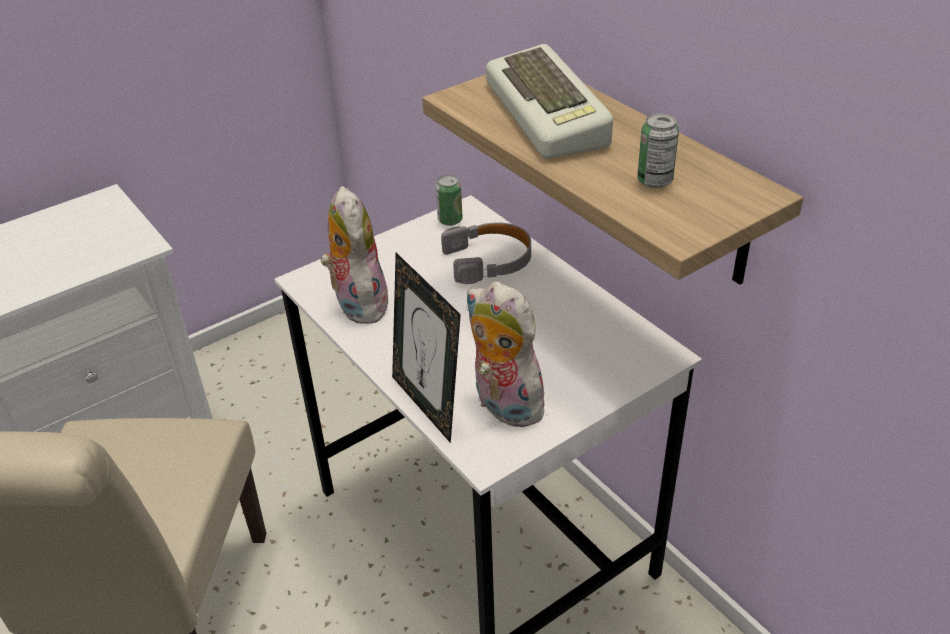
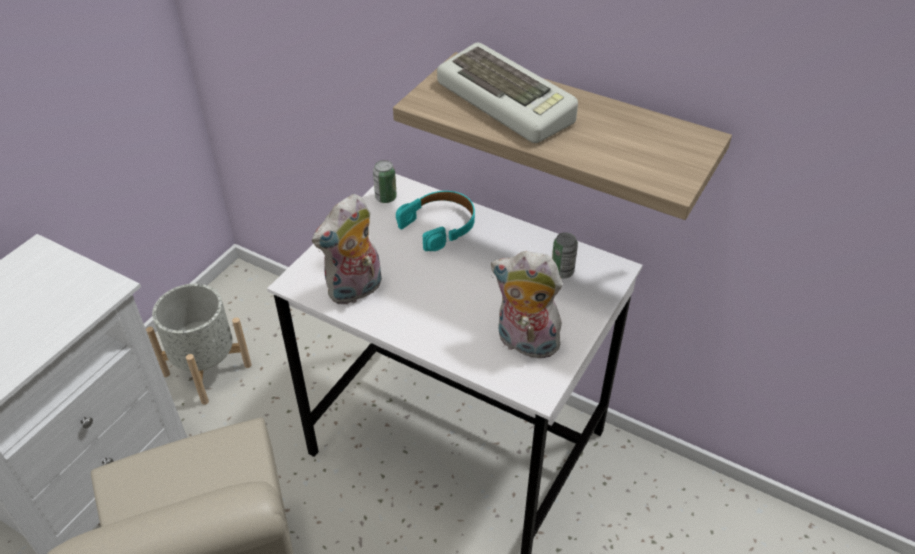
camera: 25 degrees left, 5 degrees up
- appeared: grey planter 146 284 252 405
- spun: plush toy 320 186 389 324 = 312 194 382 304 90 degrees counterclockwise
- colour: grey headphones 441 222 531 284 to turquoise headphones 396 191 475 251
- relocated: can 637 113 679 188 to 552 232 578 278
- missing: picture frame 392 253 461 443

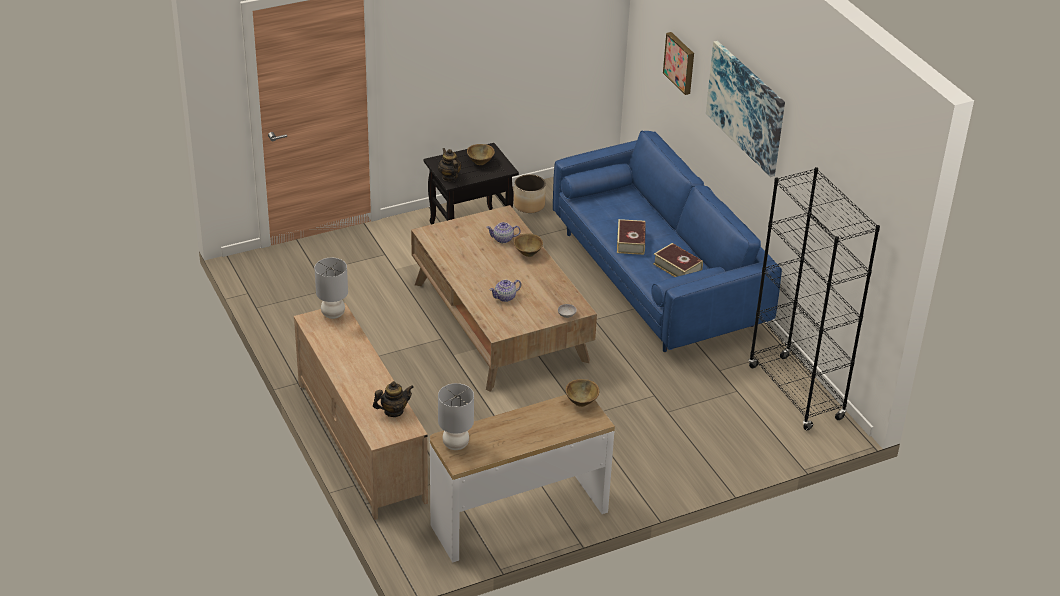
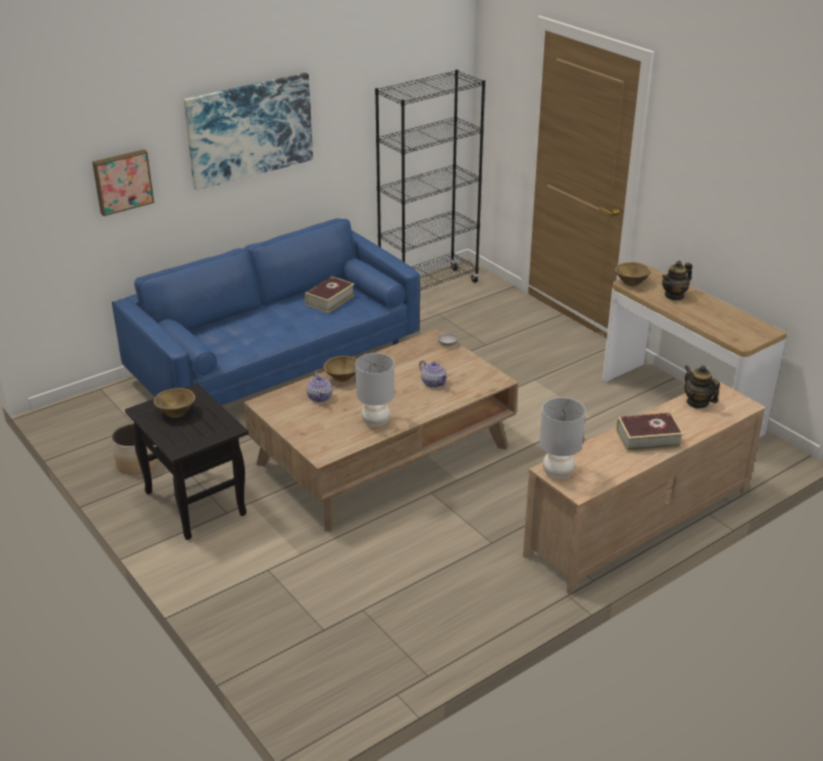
camera: 100 degrees left, 5 degrees down
- relocated: grey table lamp 438 383 474 450 to 355 353 395 427
- relocated: book 617 219 646 255 to 616 413 683 452
- relocated: teapot 438 148 461 181 to 662 261 692 301

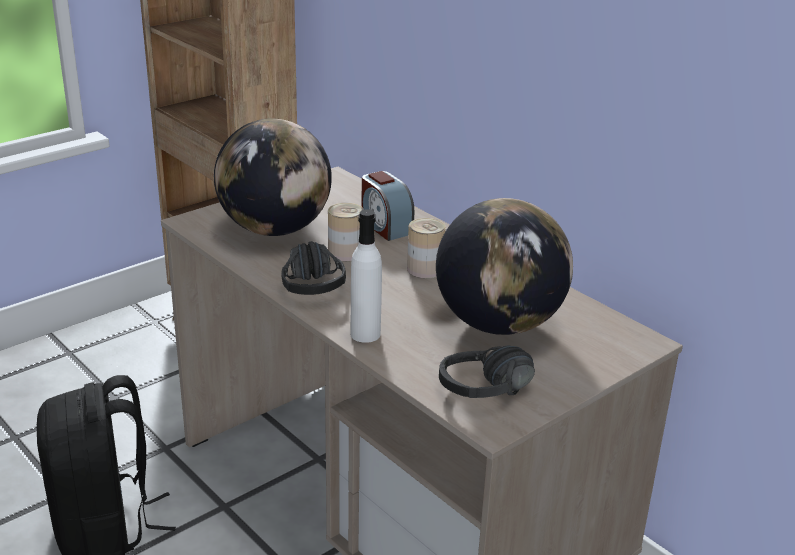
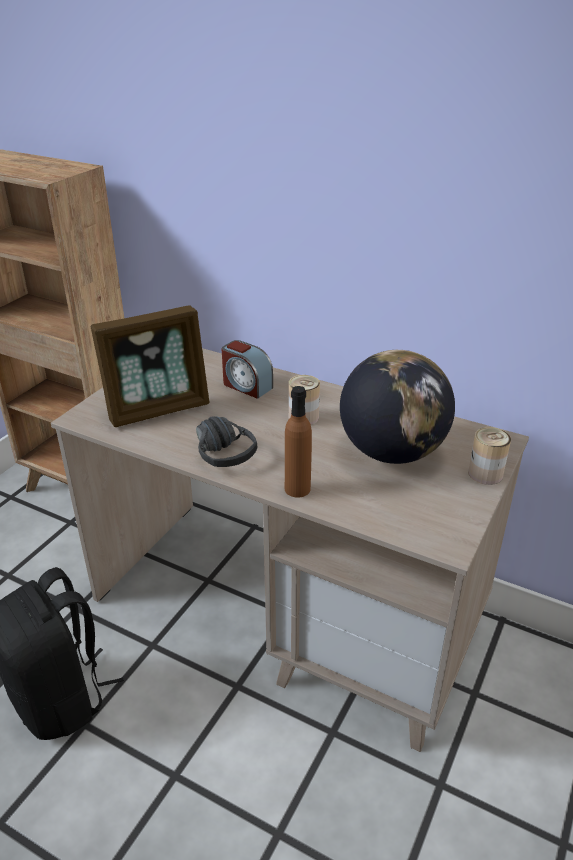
camera: 20 degrees left, 5 degrees up
- exchanged: globe 214 119 332 236 to picture frame 91 305 210 427
- colour: white bottle 350 209 382 343 to brown bottle 285 386 312 498
- relocated: can 328 203 364 261 to 468 427 511 485
- missing: black headphones 439 346 535 398

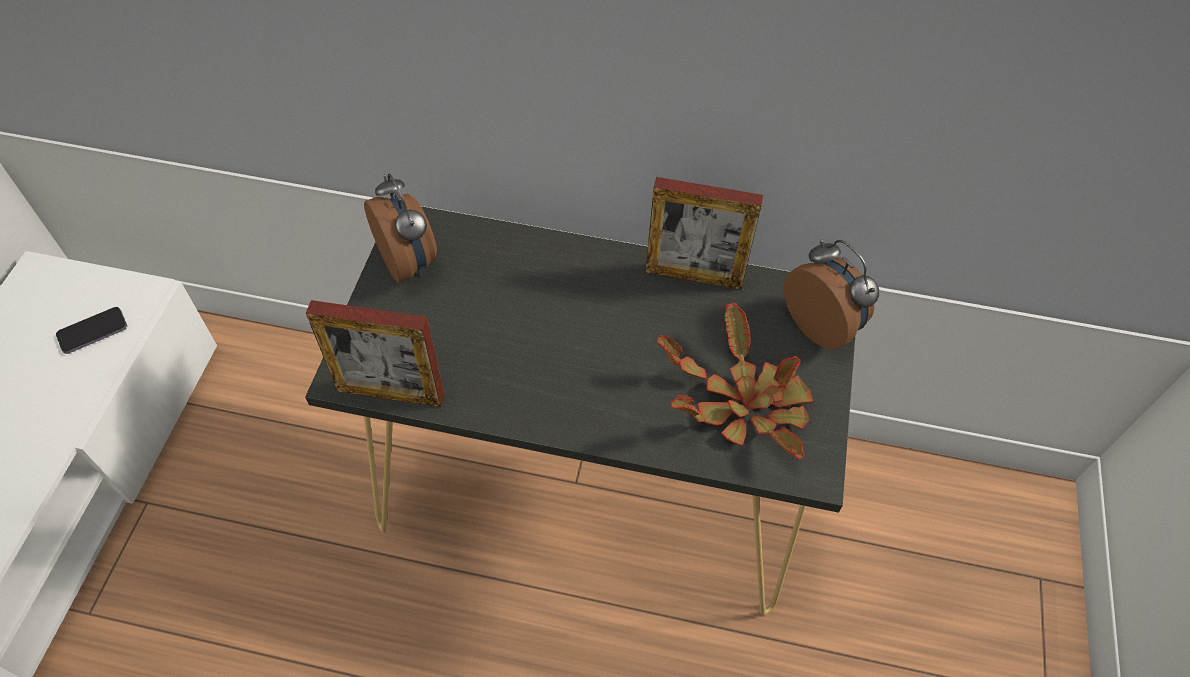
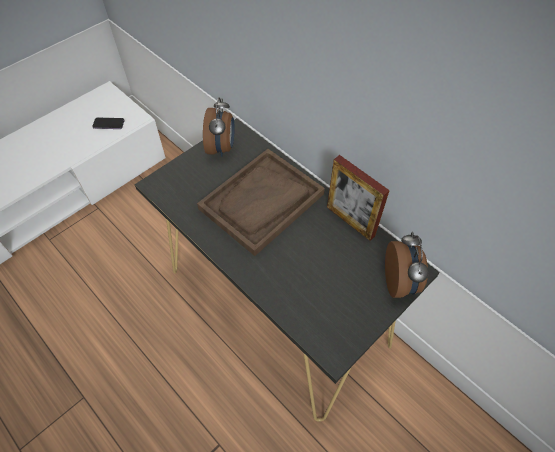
camera: 35 degrees right, 0 degrees up
- appeared: brown tray 197 149 325 256
- missing: picture frame 306 300 444 407
- missing: potted plant 657 302 813 459

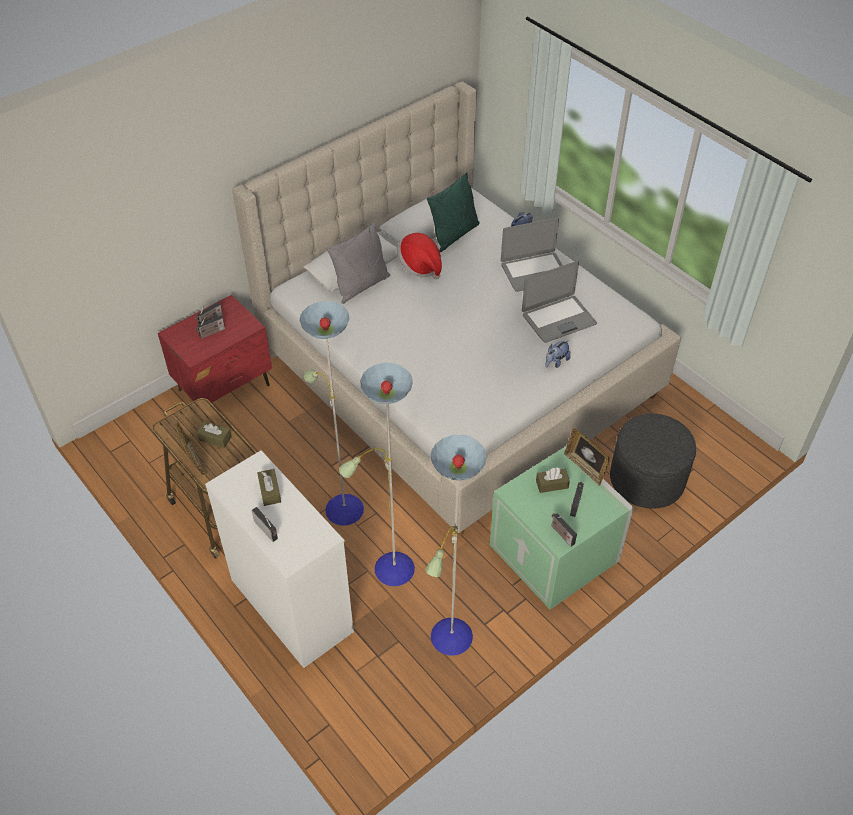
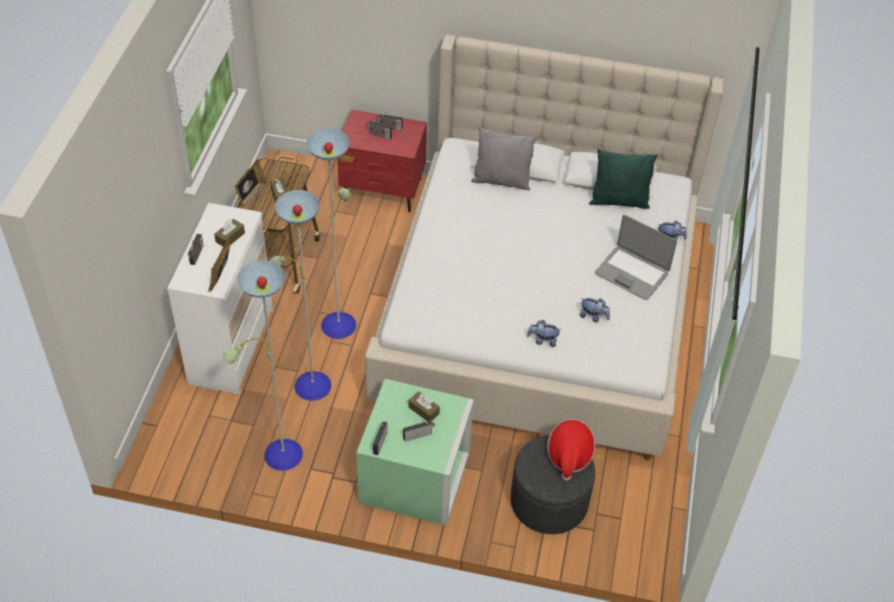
camera: 50 degrees right, 0 degrees up
- relocated: picture frame 564 428 610 486 to 208 235 230 292
- relocated: hat 397 233 442 279 to 547 419 595 481
- exchanged: laptop 522 261 597 343 to plush toy 580 298 610 322

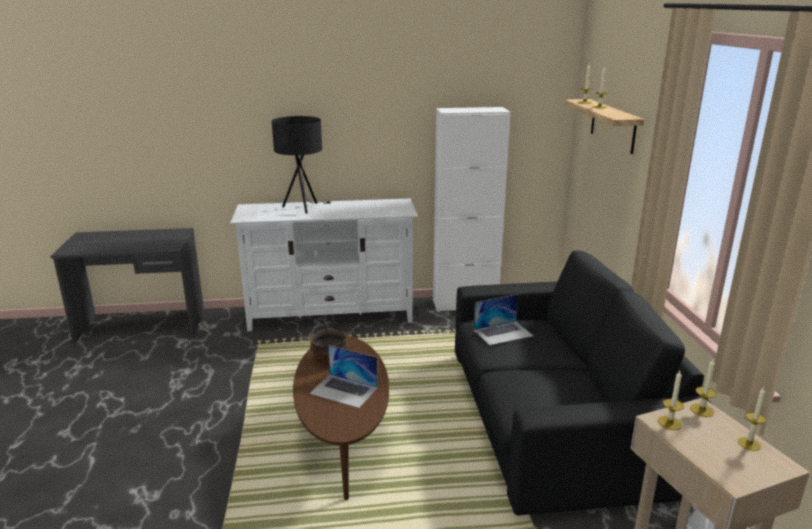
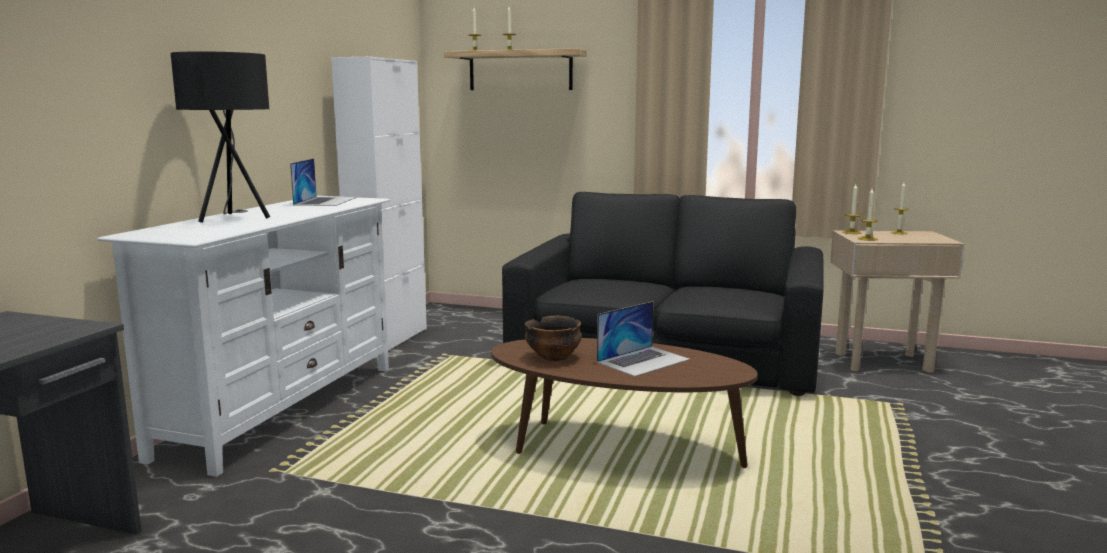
camera: 65 degrees left, 10 degrees down
- relocated: laptop 474 294 533 346 to 290 158 356 206

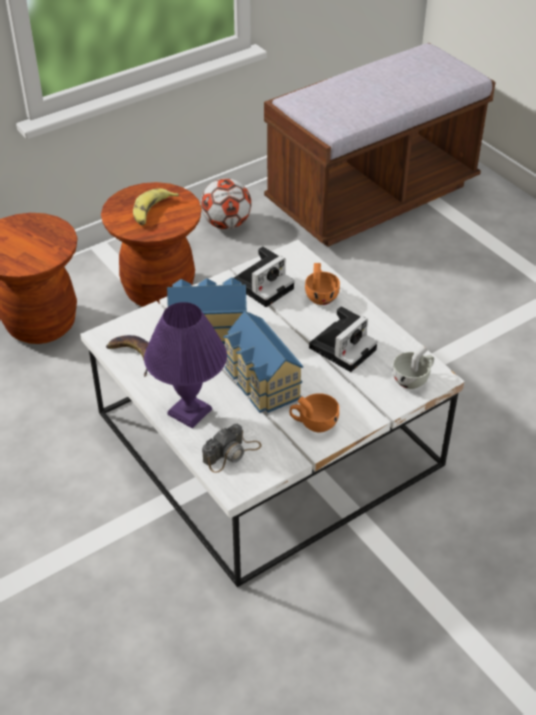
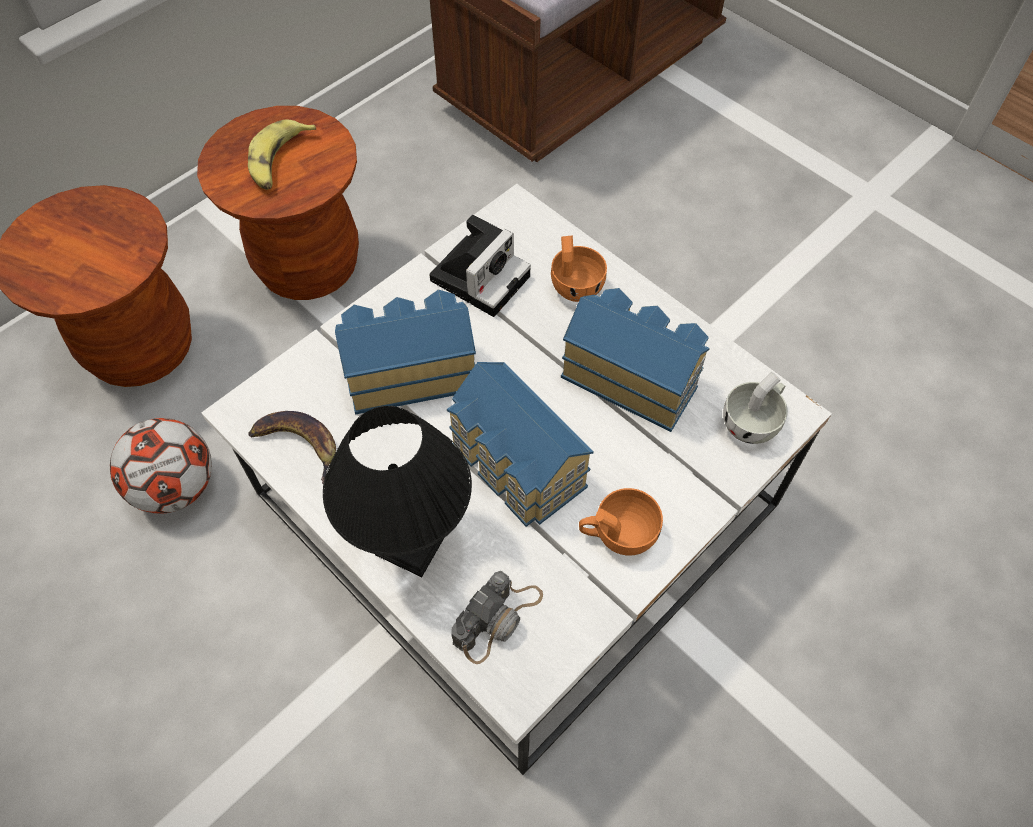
camera: 10 degrees left, 15 degrees up
- relocated: football 201 178 252 229 to 110 418 212 514
- colour: purple table lamp 144 302 227 428 to black table lamp 323 406 472 577
- exchanged: photo camera 309 307 377 372 to toy house 561 288 710 432

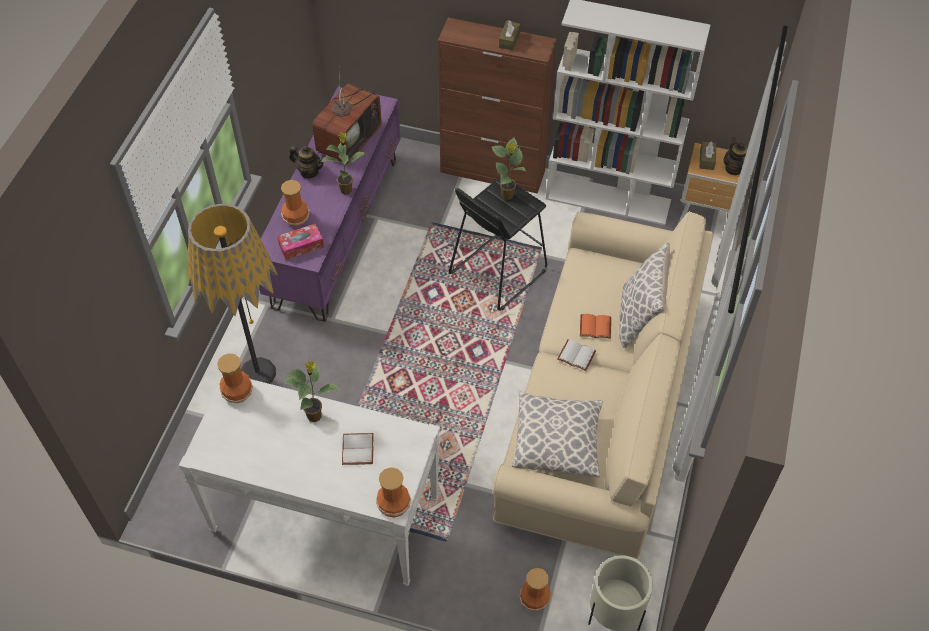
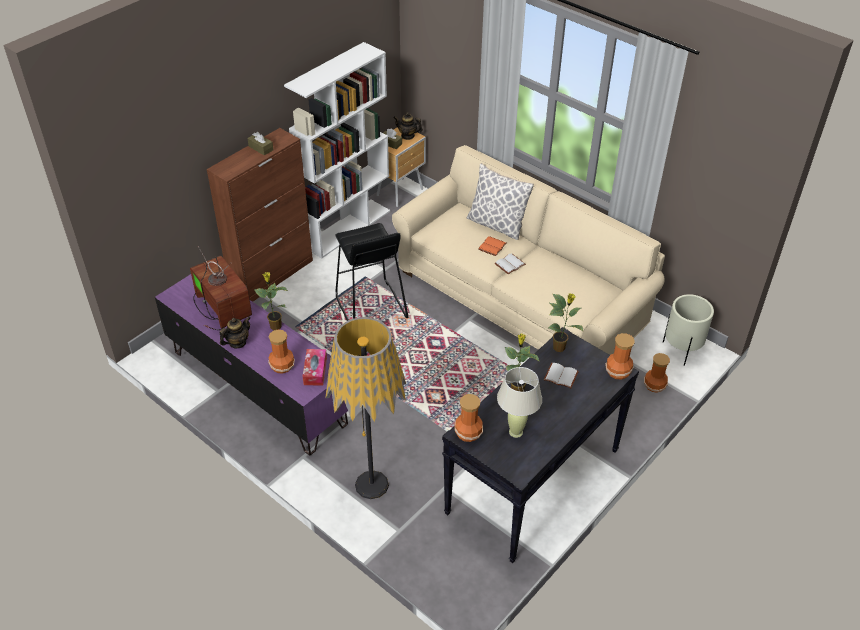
camera: 65 degrees left, 10 degrees down
- colour: white console table 179 375 440 586 to black console table 442 327 639 563
- appeared: beige table lamp 497 367 542 438
- relocated: potted plant 492 137 526 200 to 548 293 584 352
- missing: pillow 512 392 603 478

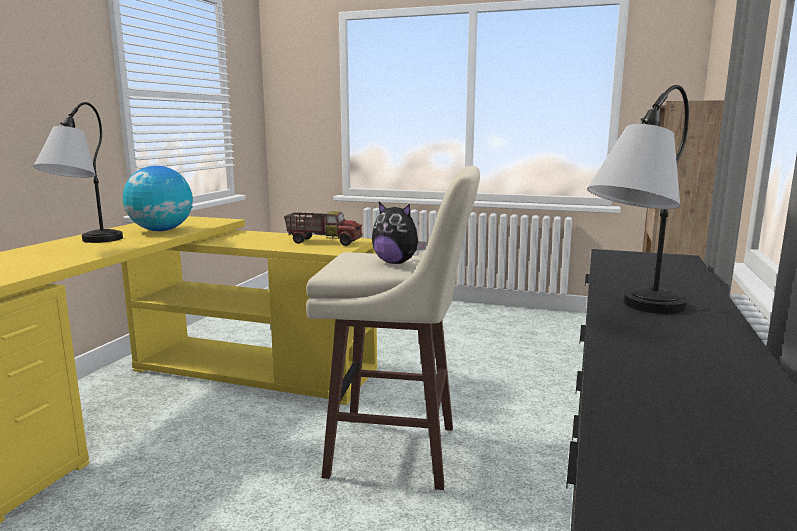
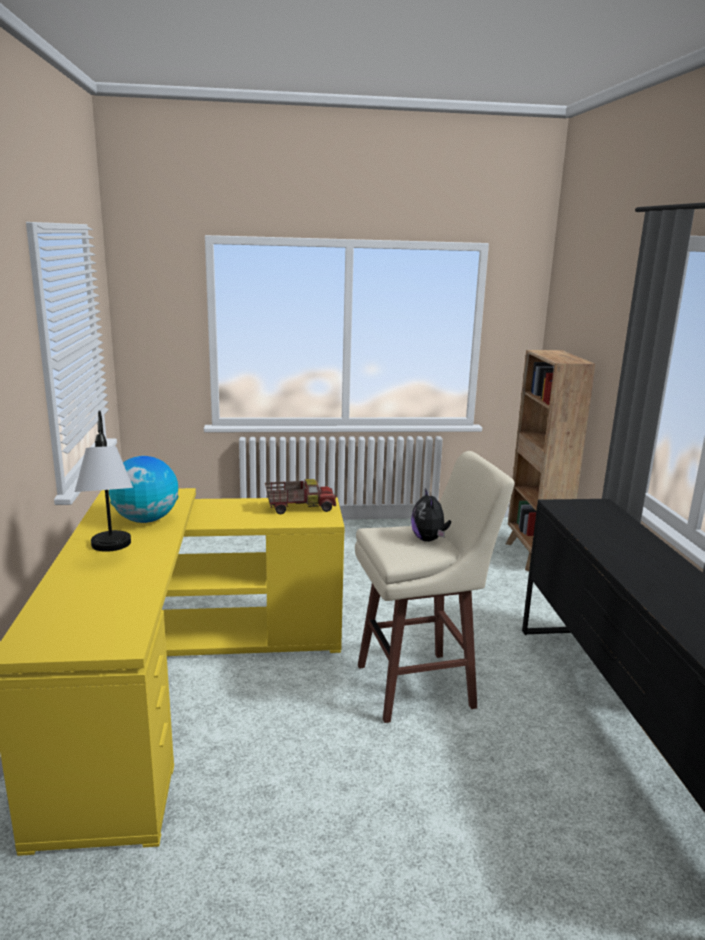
camera: 25 degrees left, 5 degrees up
- spun: plush toy 372 202 427 264 = 411 488 451 542 75 degrees clockwise
- missing: table lamp 587 85 689 314

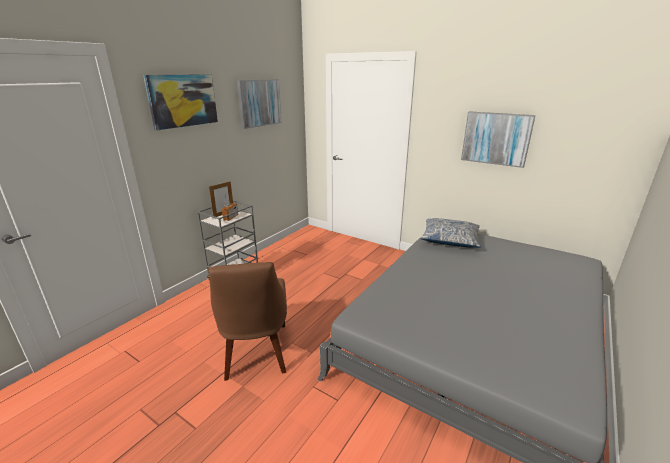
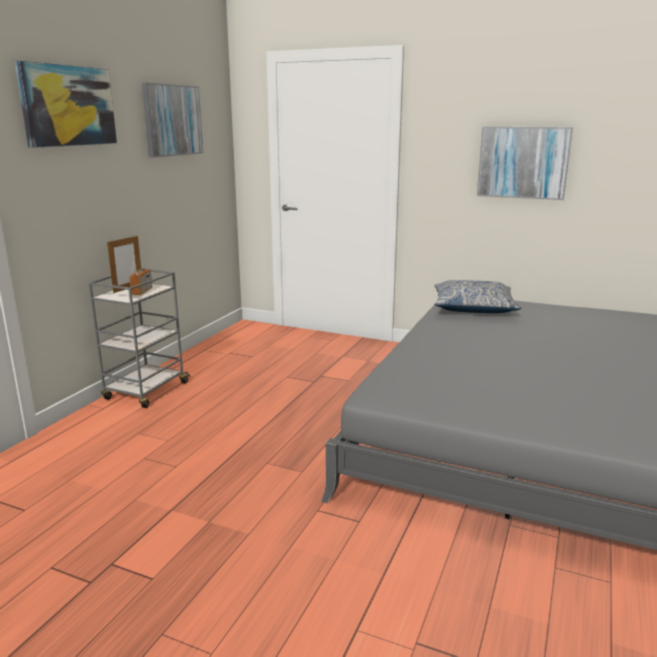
camera: 10 degrees left, 5 degrees down
- missing: brown chair 208 262 287 381

